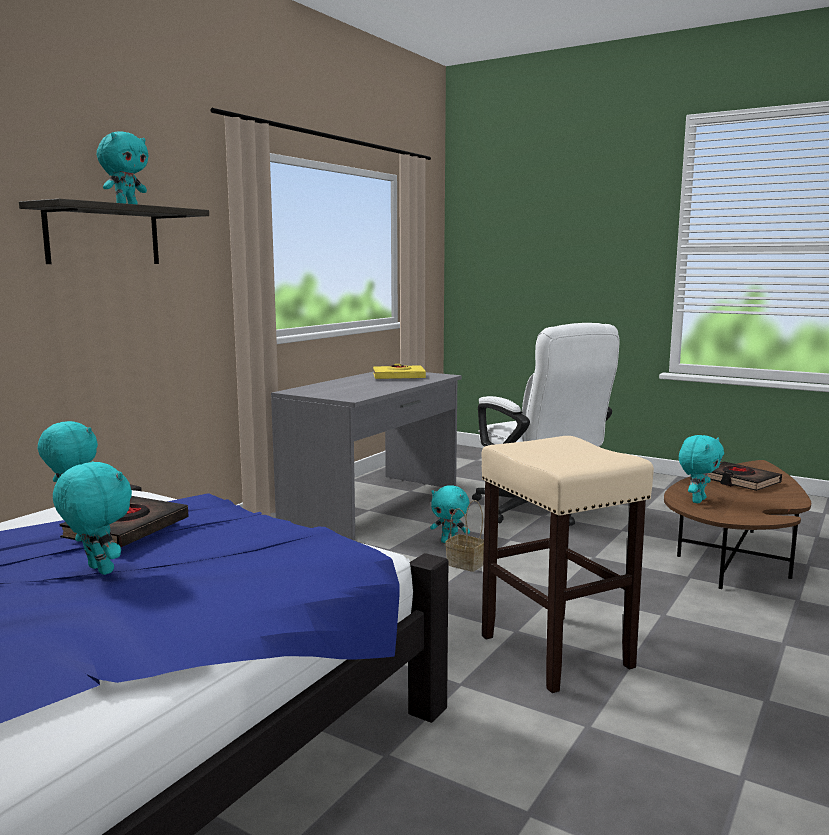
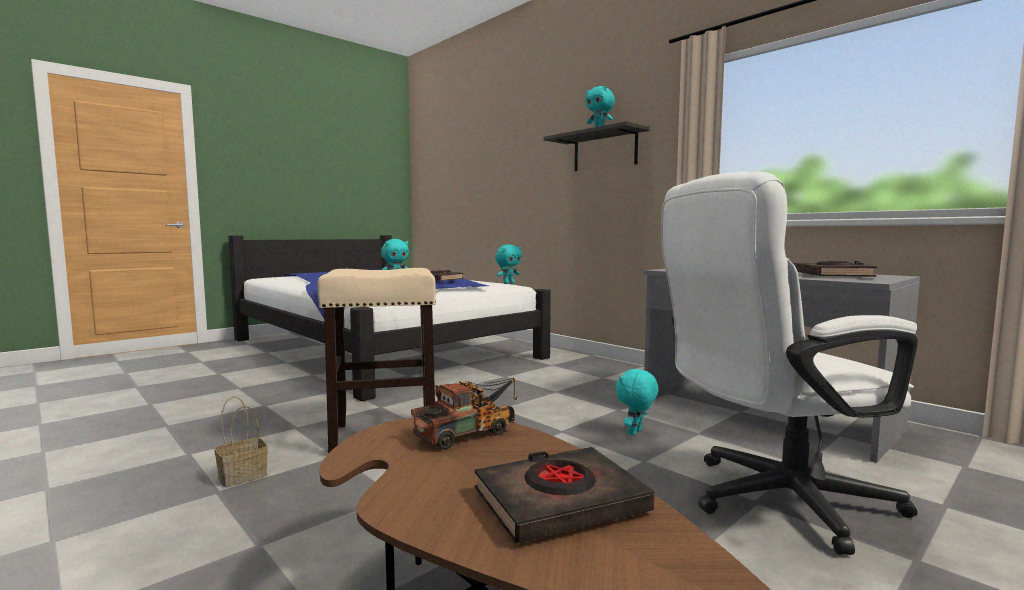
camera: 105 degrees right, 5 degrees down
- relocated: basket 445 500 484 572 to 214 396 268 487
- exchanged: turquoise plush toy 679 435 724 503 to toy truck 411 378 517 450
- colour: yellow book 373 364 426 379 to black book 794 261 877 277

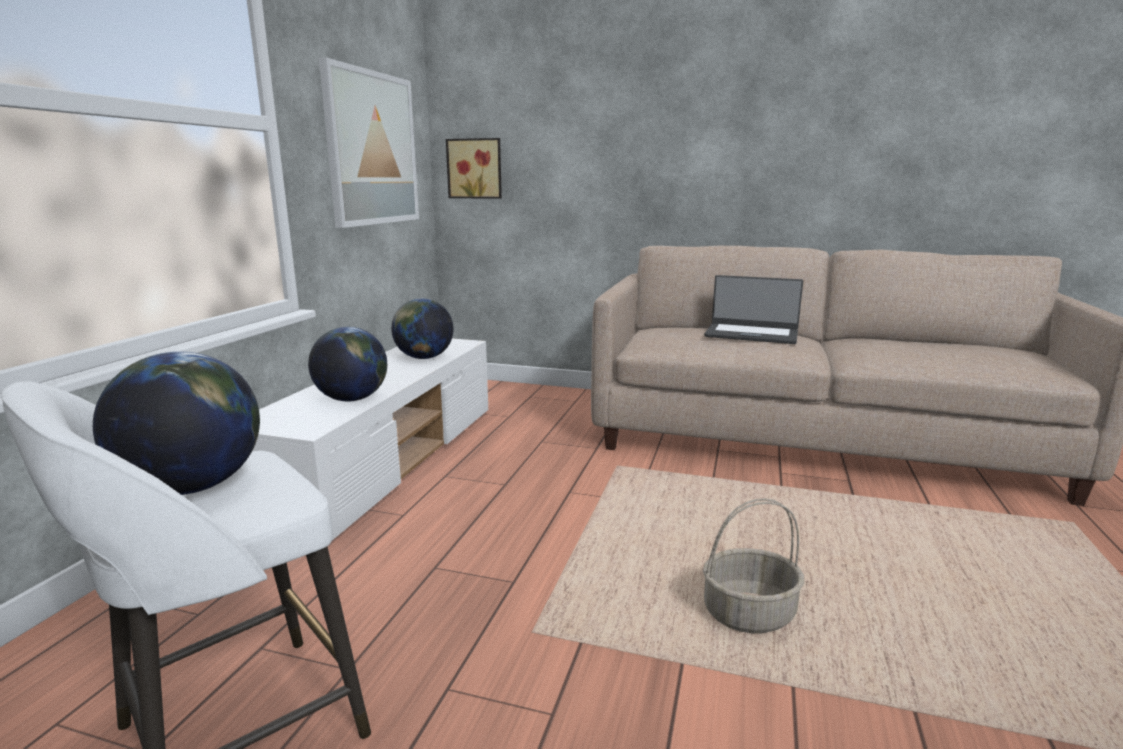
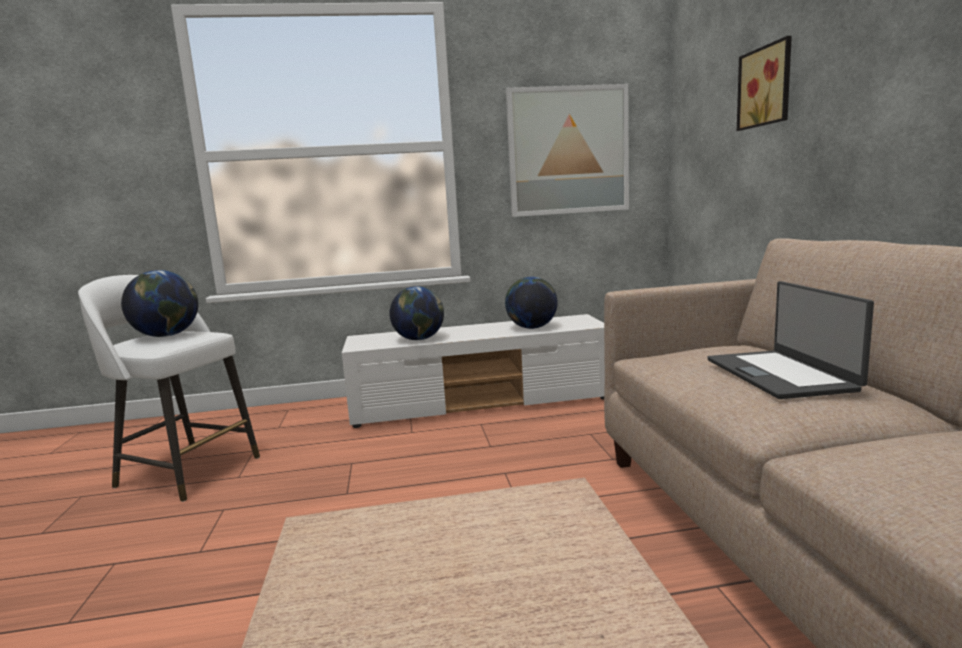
camera: 65 degrees right, 5 degrees down
- relocated: picture 446 138 502 199 to 737 36 792 131
- missing: basket 703 498 804 633

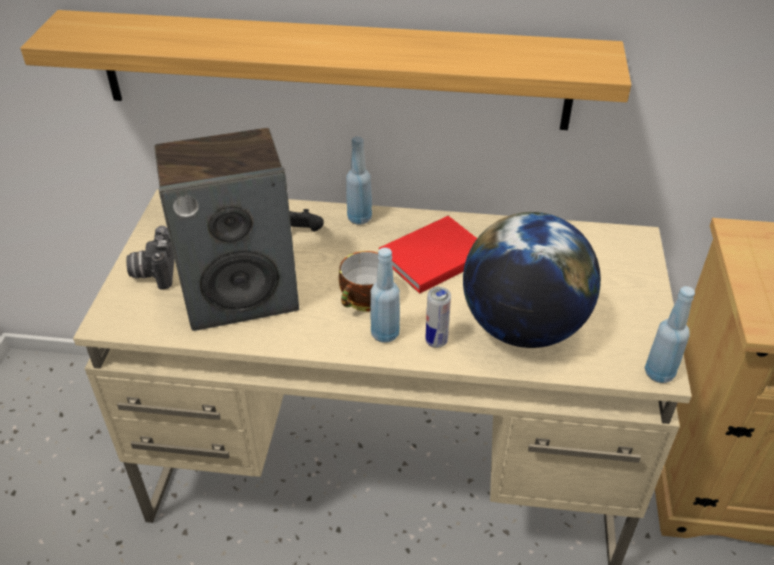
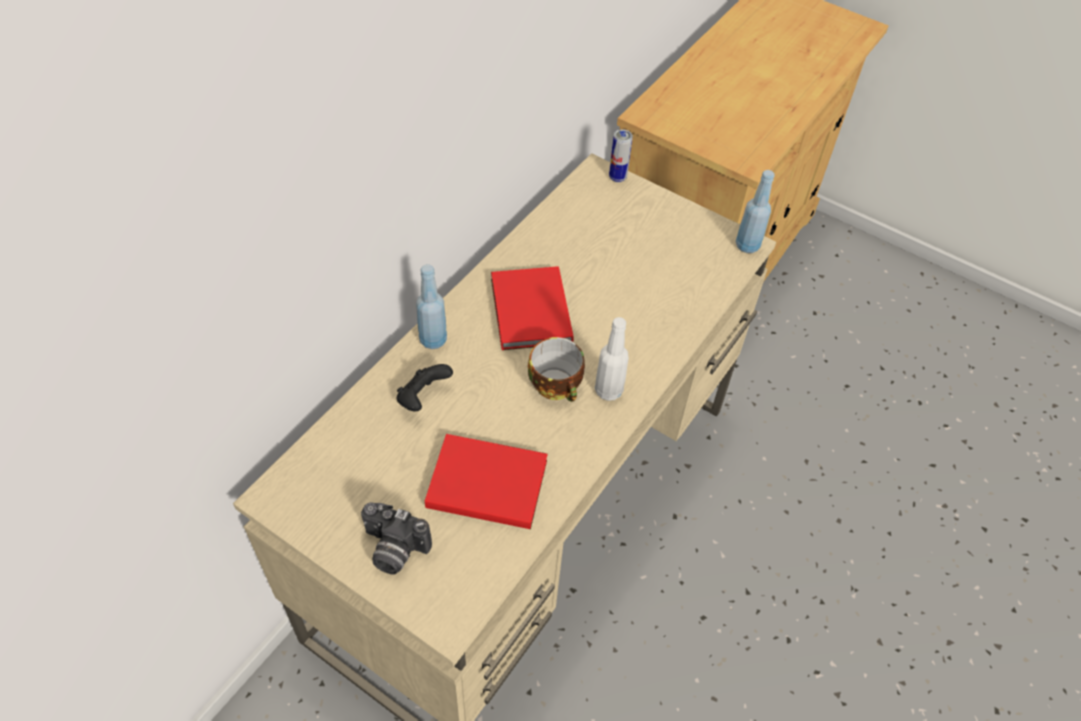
camera: 65 degrees left, 10 degrees up
- exchanged: speaker 155 128 299 331 to red book 425 434 548 529
- colour: blue bottle 370 248 400 343 to white bottle 595 317 629 401
- relocated: can 426 287 451 348 to 609 129 633 182
- missing: shelf 20 10 631 130
- missing: globe 463 212 601 348

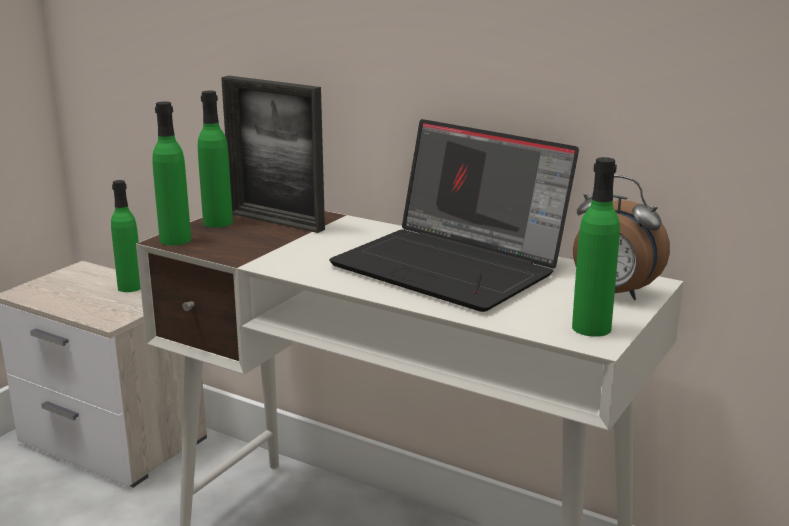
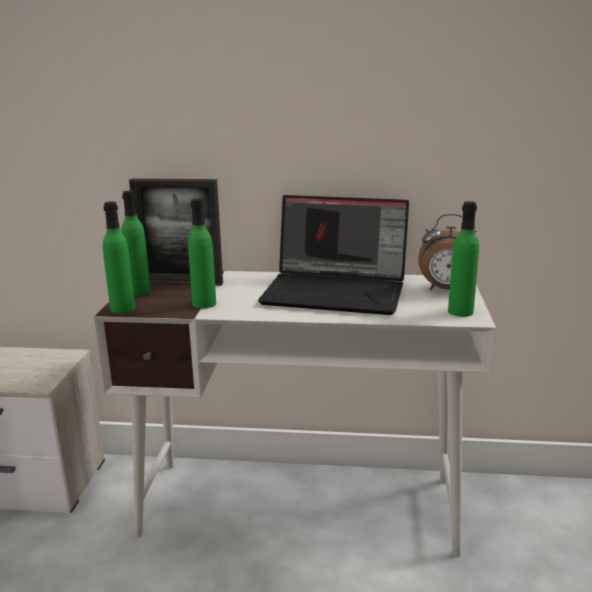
camera: 25 degrees left, 0 degrees up
- relocated: green bottle 111 180 141 292 to 188 198 216 309

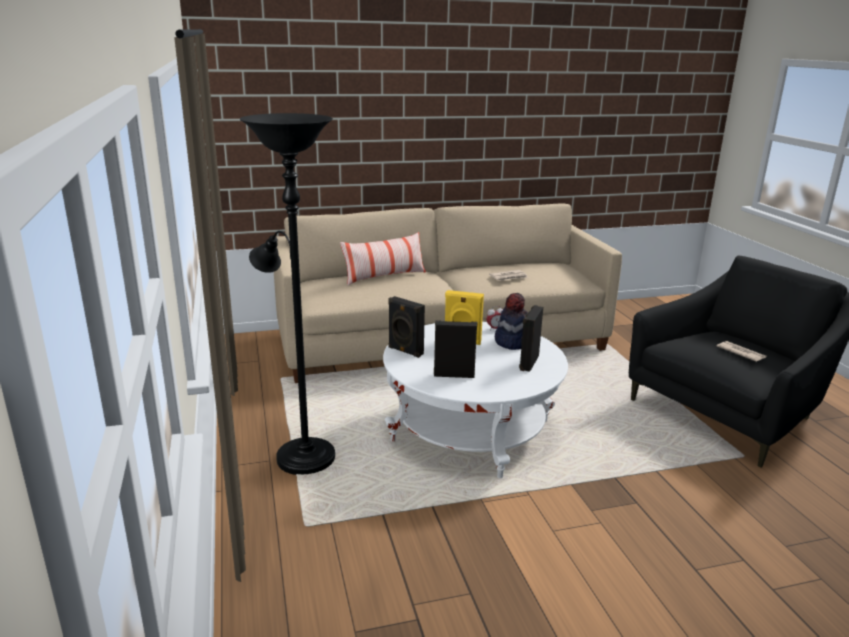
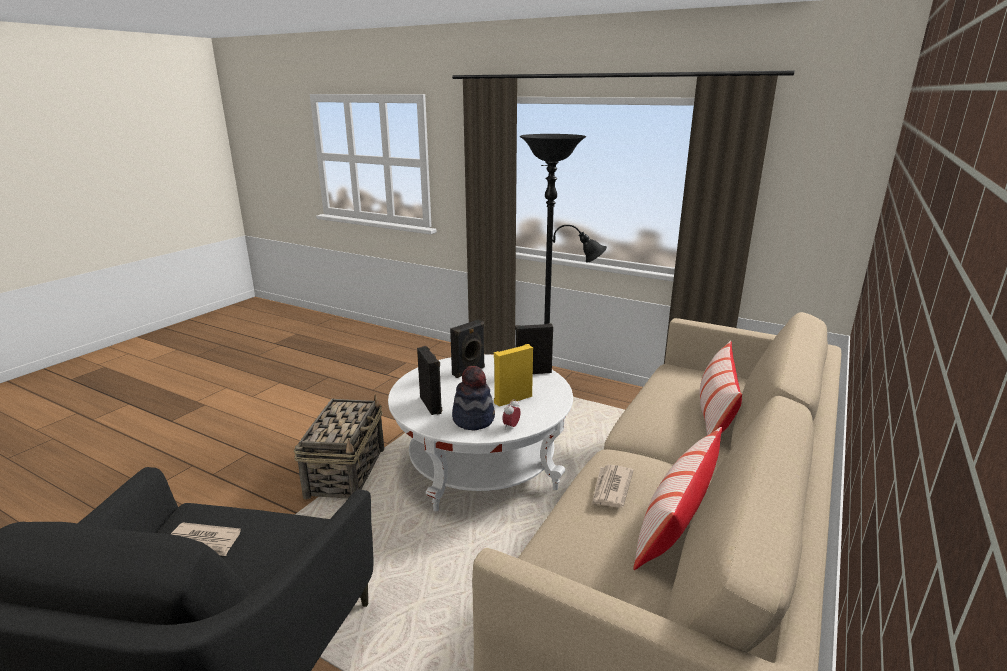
camera: 135 degrees right, 0 degrees up
- appeared: basket 294 395 384 499
- appeared: pillow 633 427 722 570

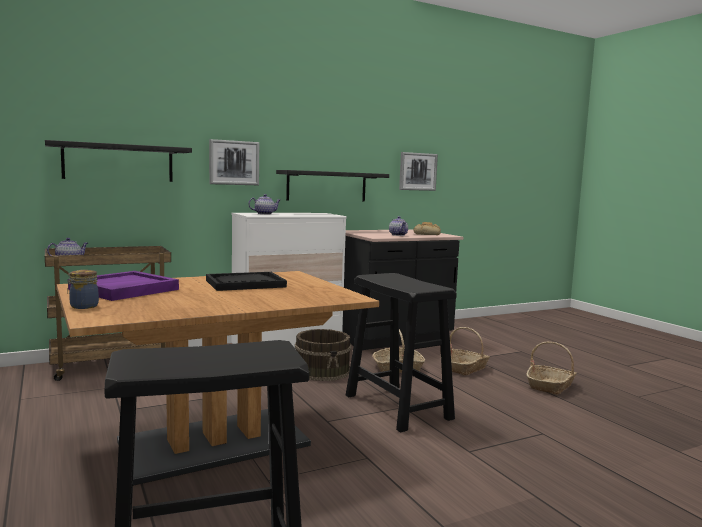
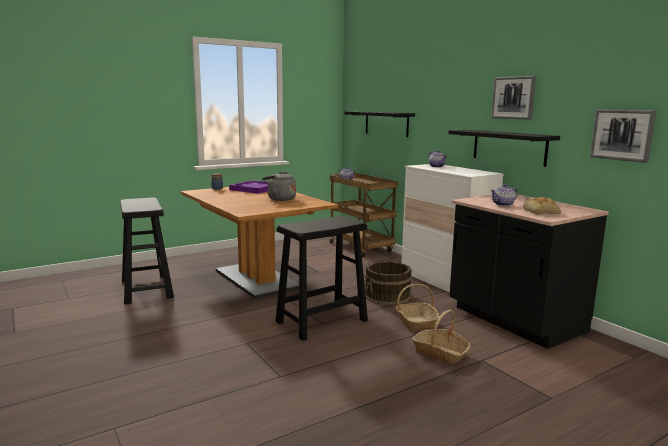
camera: 85 degrees right, 5 degrees up
- exchanged: black tray 206 272 287 291 to grey kettle 262 172 296 201
- relocated: picture 209 139 259 185 to 491 76 536 120
- missing: basket 527 342 576 395

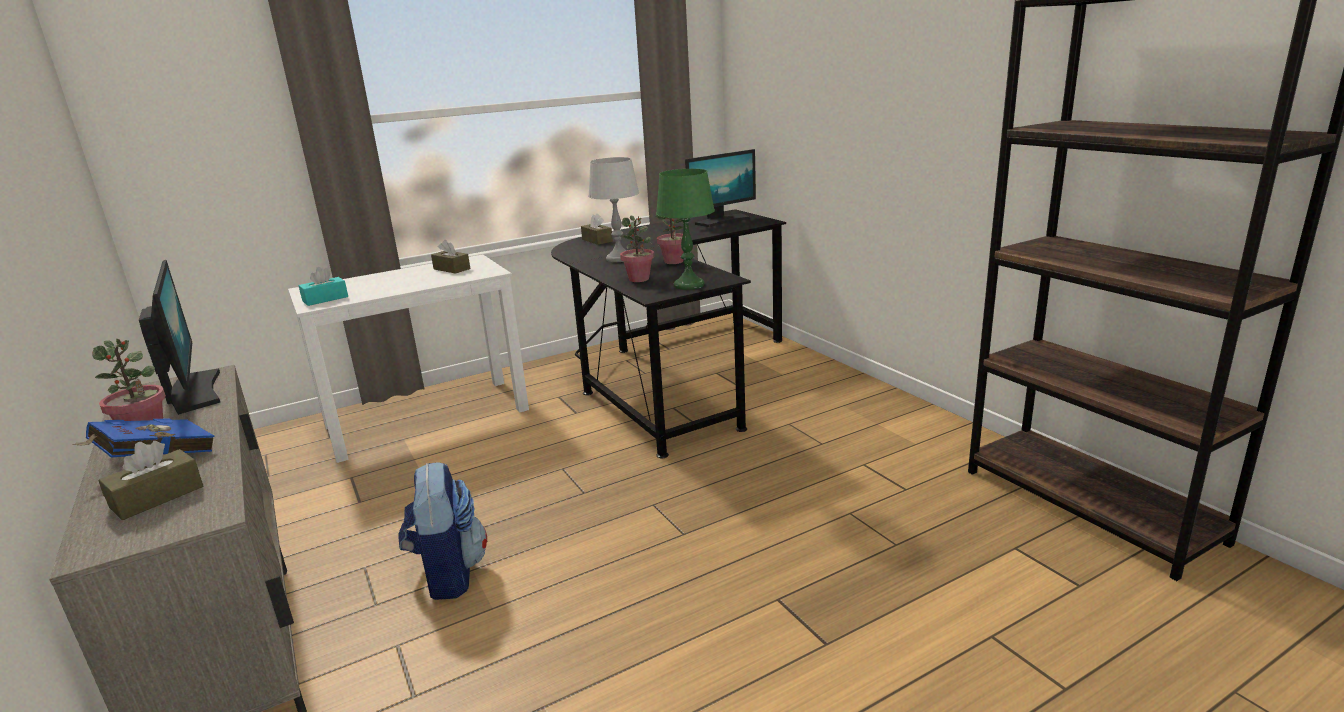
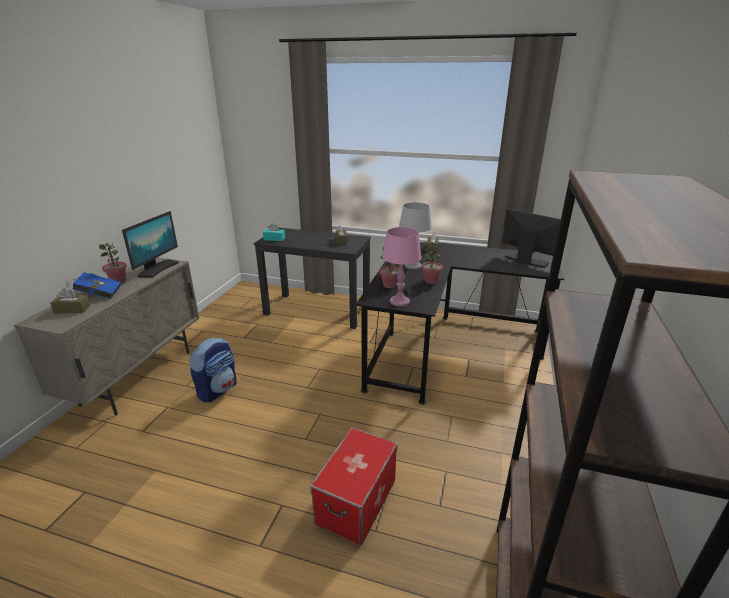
camera: 45 degrees right, 5 degrees up
- colour: white desk 288 254 529 463 to black desk 254 227 371 329
- appeared: storage box 310 427 398 546
- colour: green table lamp 656 169 715 290 to pink table lamp 382 227 421 307
- spun: monitor 685 149 756 227 = 502 208 561 268 150 degrees counterclockwise

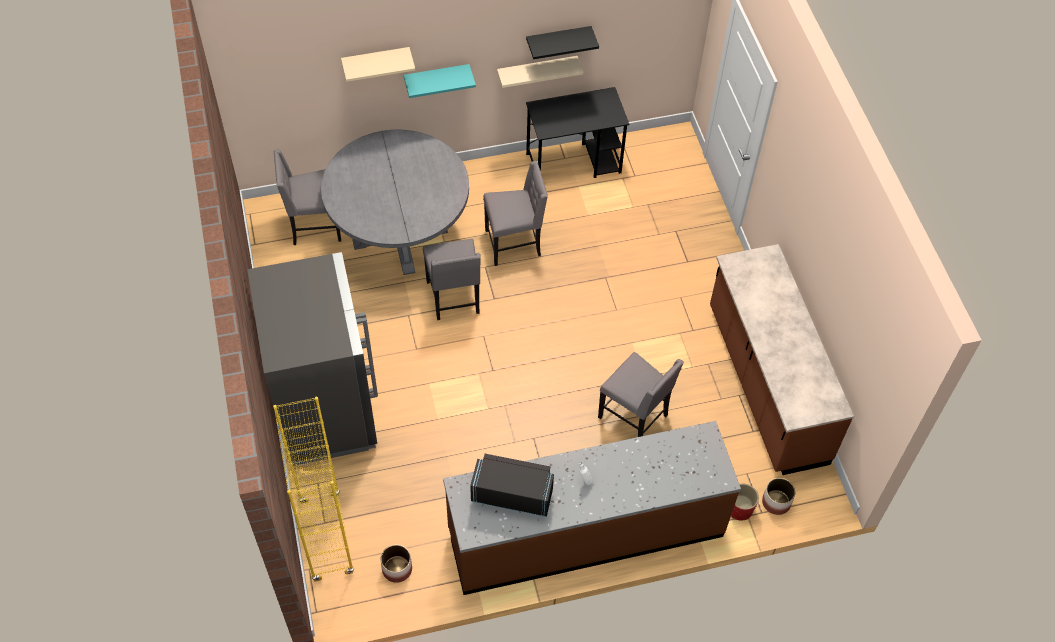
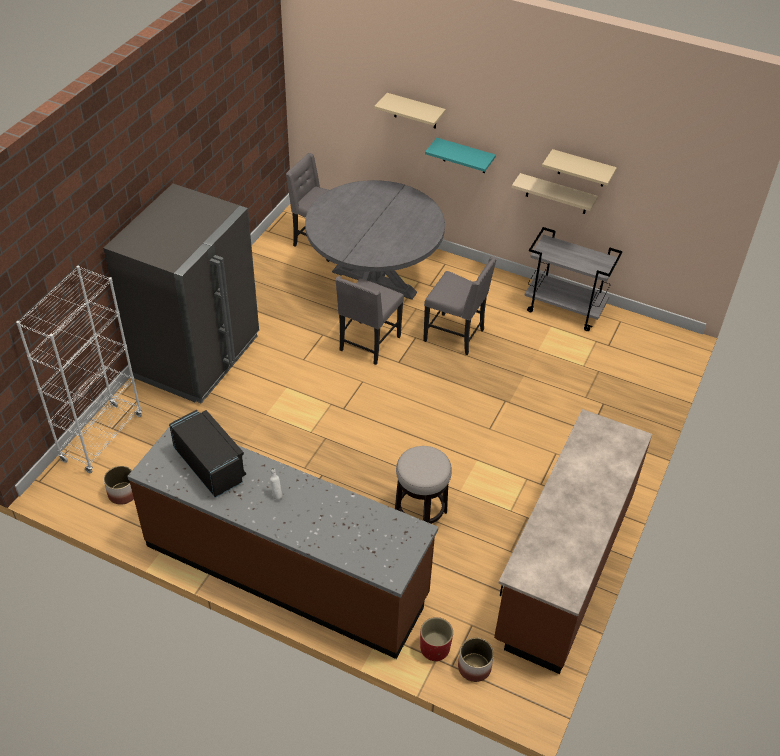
camera: 40 degrees right, 10 degrees down
- colour: yellow bookcase 273 397 354 582 to white bookcase 16 265 142 473
- exchanged: grey chair 598 352 684 437 to stool 395 446 452 524
- exchanged: black desk 526 87 629 178 to grey cart 524 227 623 331
- colour: black shelf 526 26 599 59 to beige shelf 542 149 617 187

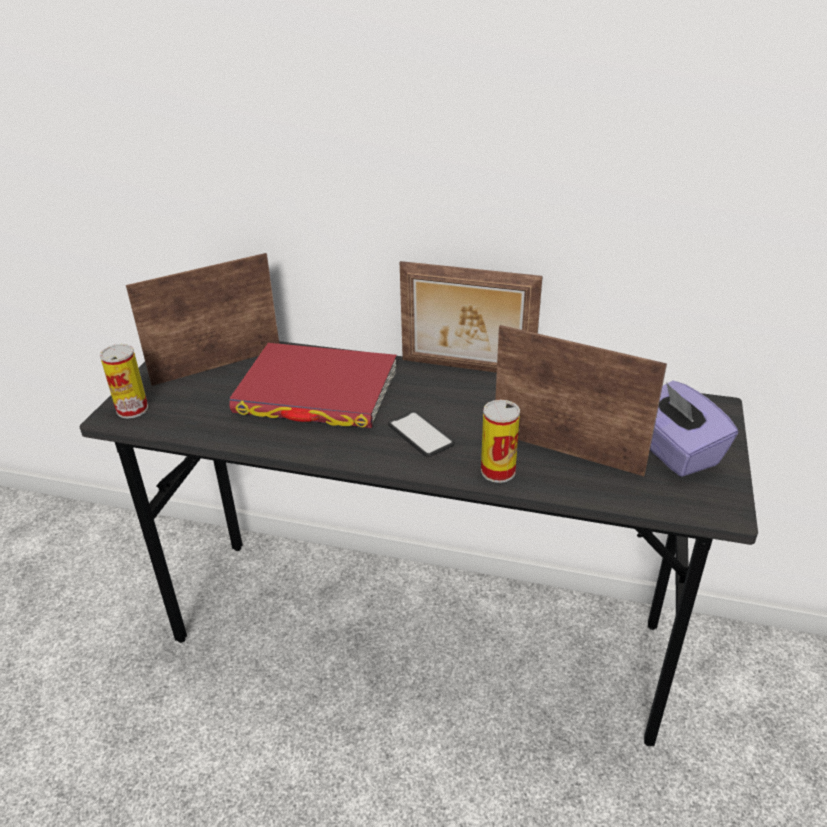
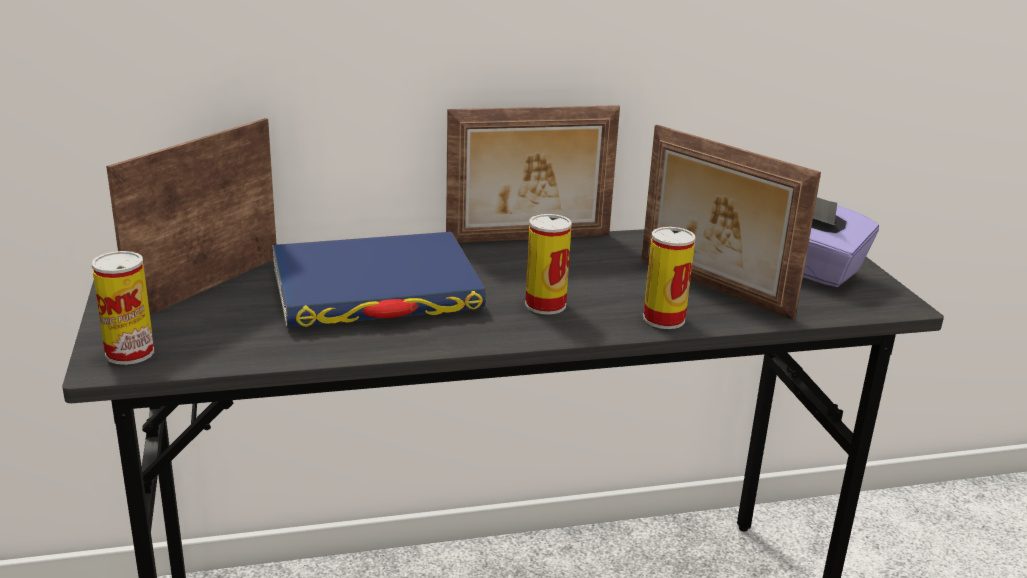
camera: 30 degrees left, 10 degrees down
- colour: red book 230 343 397 428 to blue book 272 232 486 328
- exchanged: phone 388 411 455 457 to can 525 214 572 315
- spun: picture frame 495 325 667 476 = 641 125 821 320 135 degrees counterclockwise

